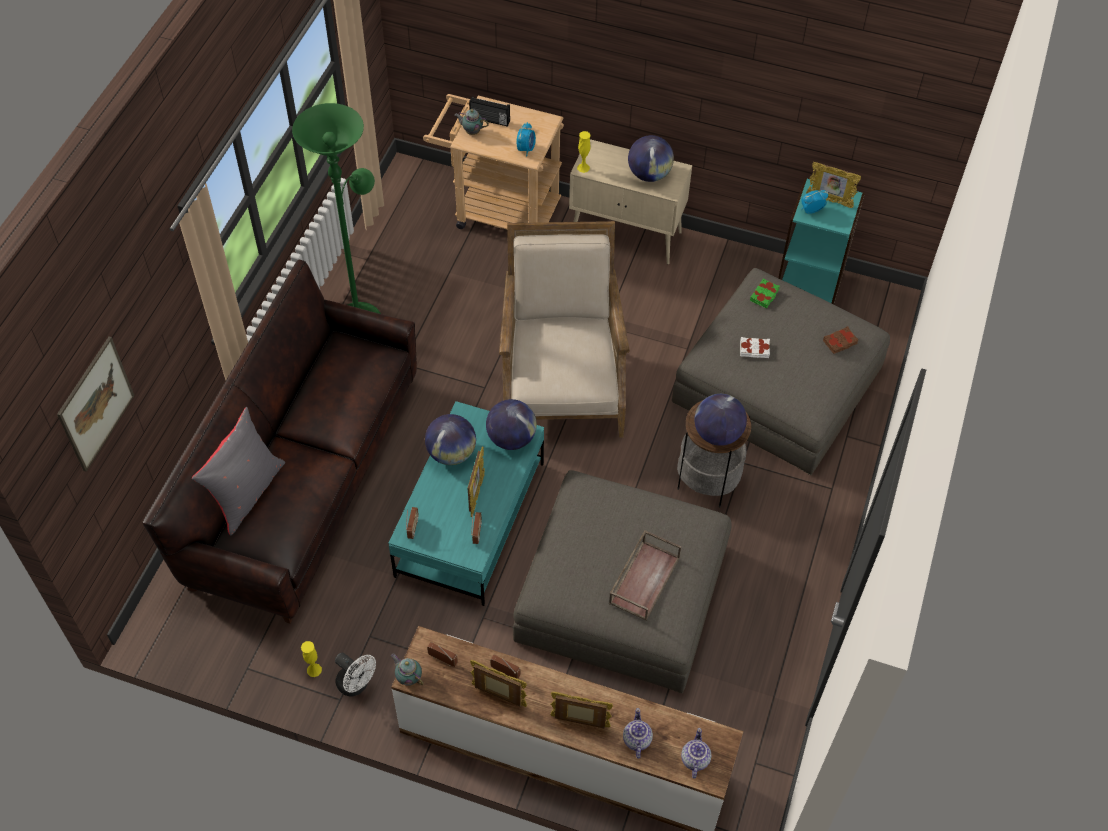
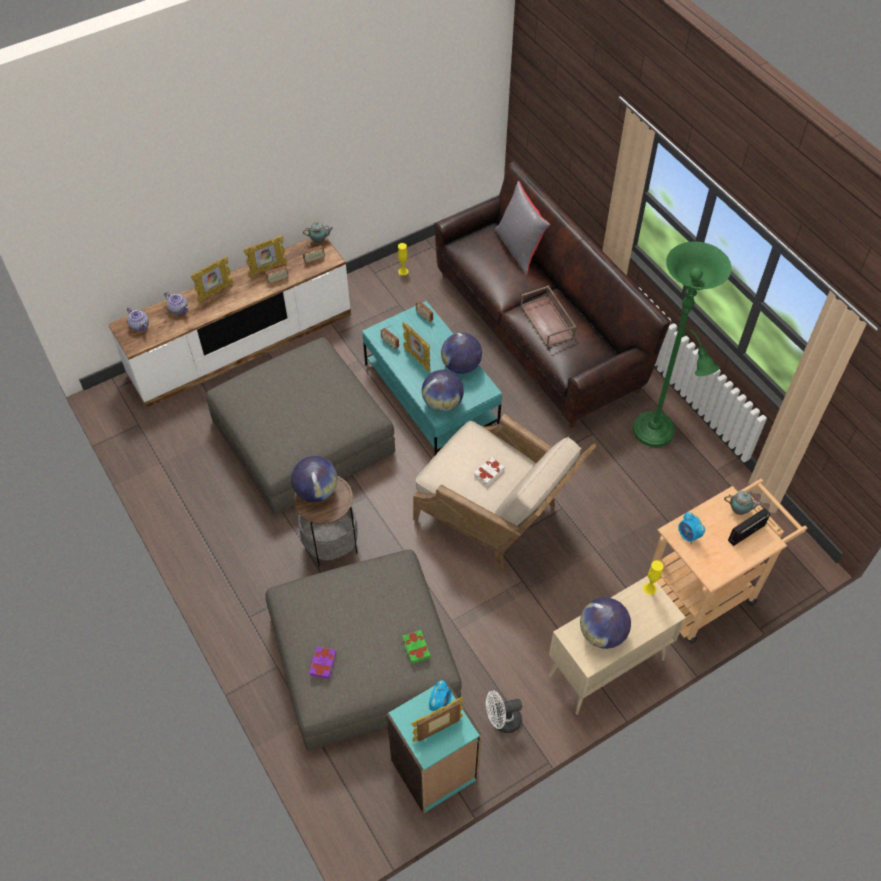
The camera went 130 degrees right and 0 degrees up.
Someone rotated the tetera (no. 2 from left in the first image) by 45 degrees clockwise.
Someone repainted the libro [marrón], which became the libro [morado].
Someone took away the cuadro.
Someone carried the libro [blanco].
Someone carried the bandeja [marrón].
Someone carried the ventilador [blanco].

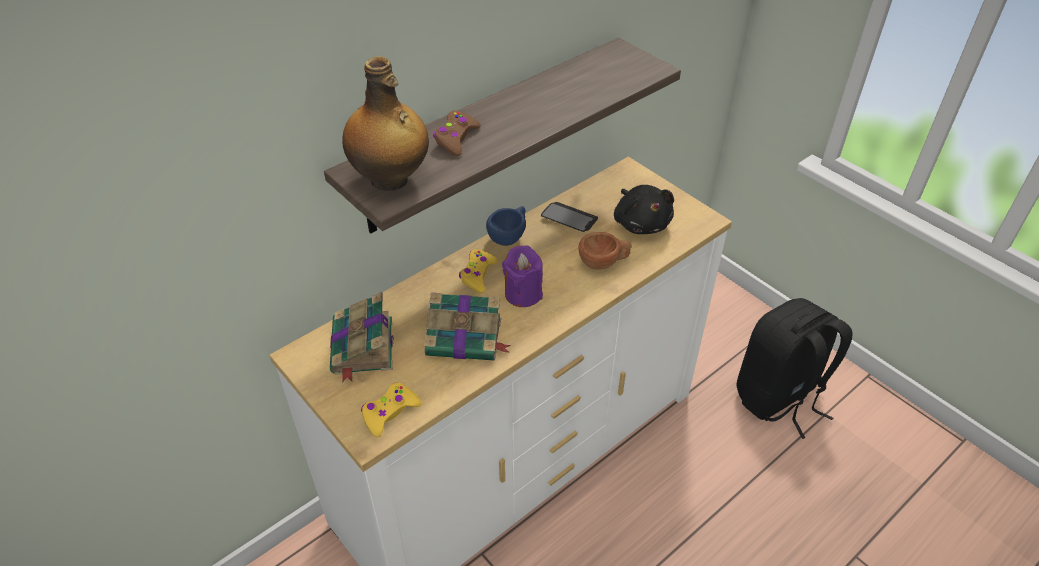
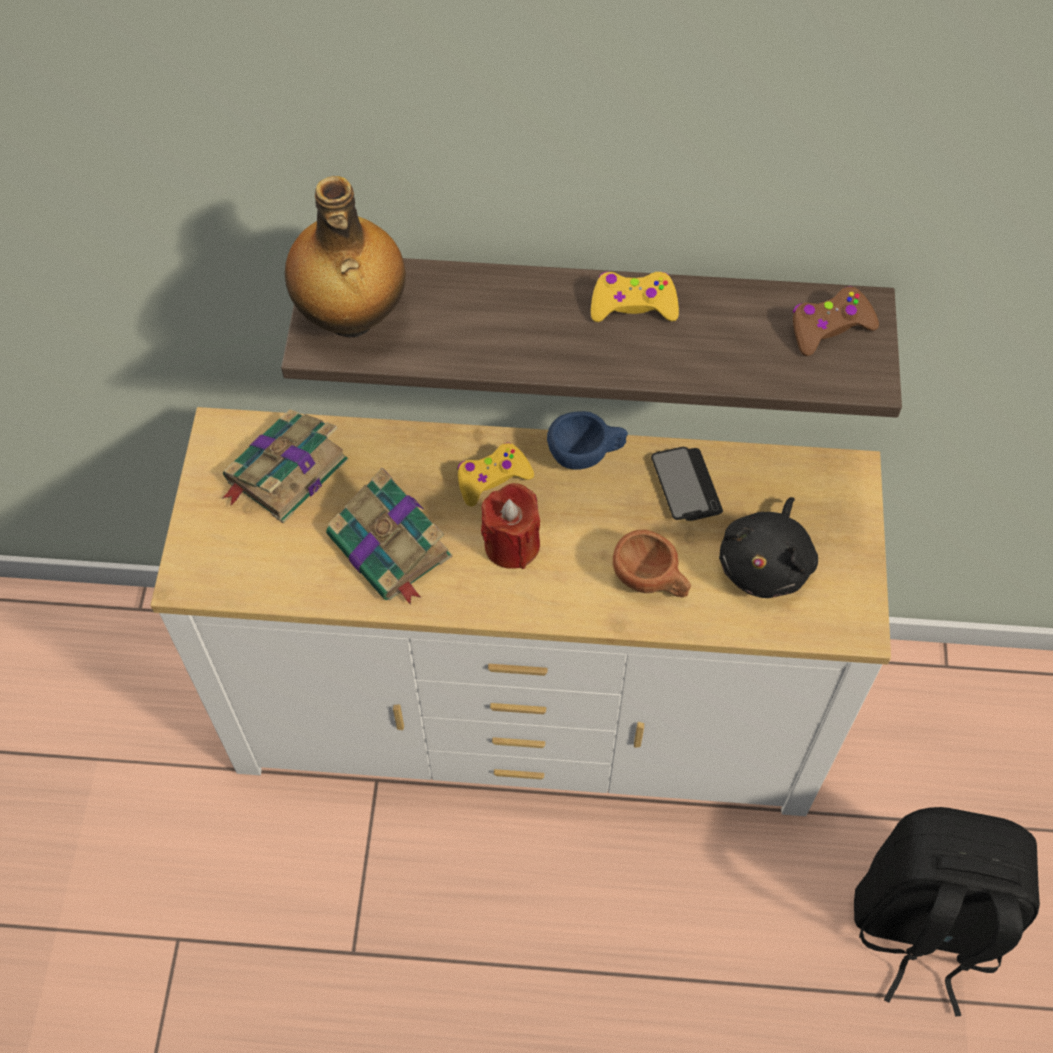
The camera went 45 degrees right and 15 degrees up.
Someone carried the mando de consola [marrón].
Someone repainted the vela [morado], which became the vela [rojo].
Someone carried the mando de consola [amarillo] (no. 1 from left in the first image).

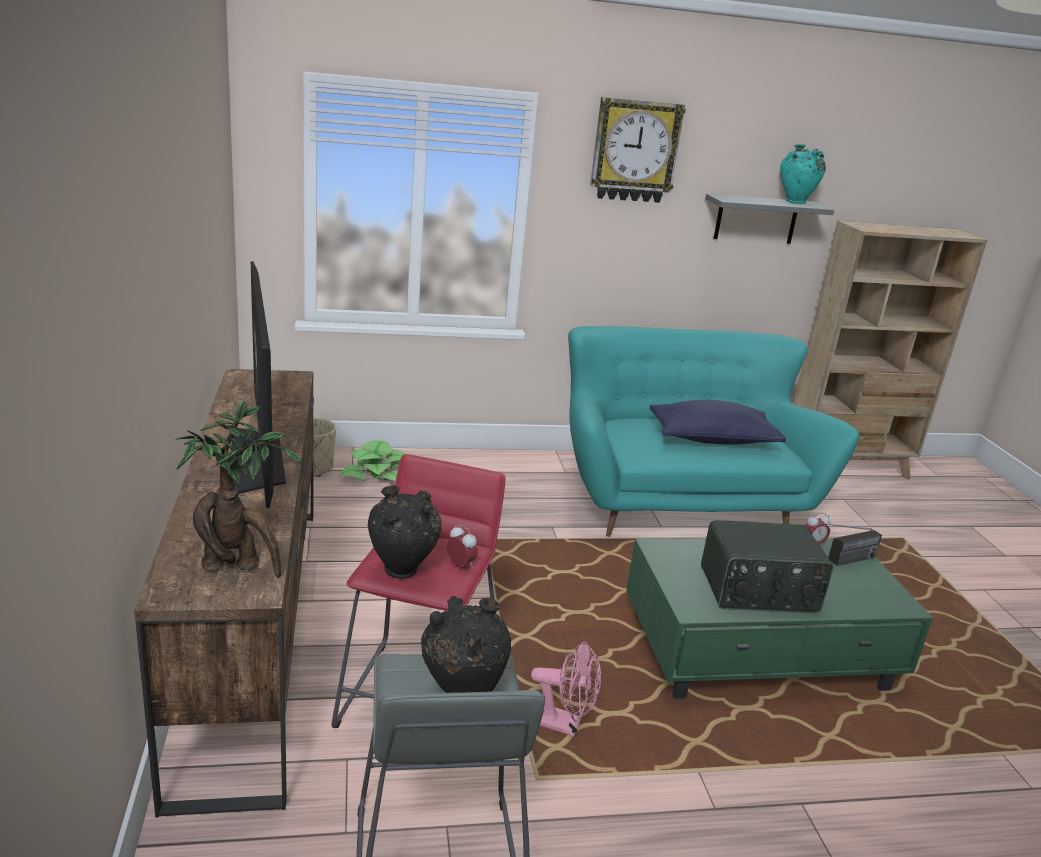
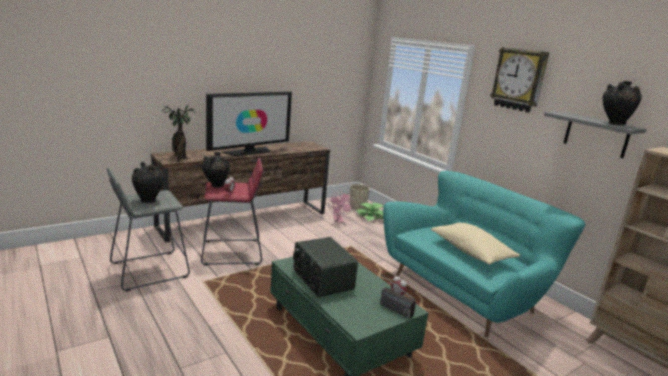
The camera went 65 degrees right and 5 degrees down.
Someone repainted the florero [turquesa], which became the florero [negro] (no. 3 from left).
Someone repainted the cojín [azul], which became the cojín [beis].
Someone carried the ventilador [rosa].

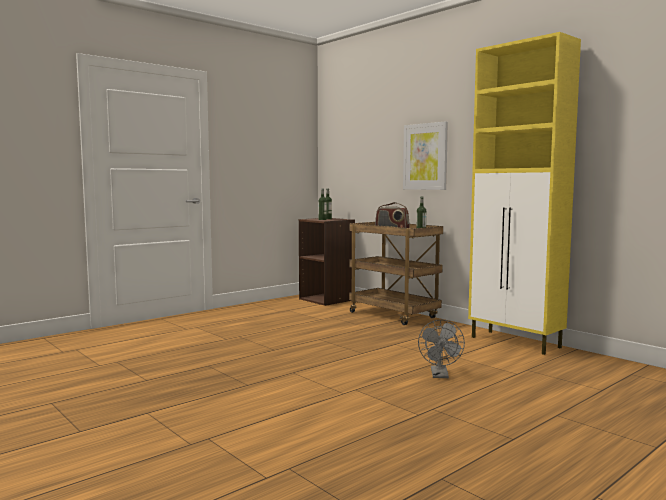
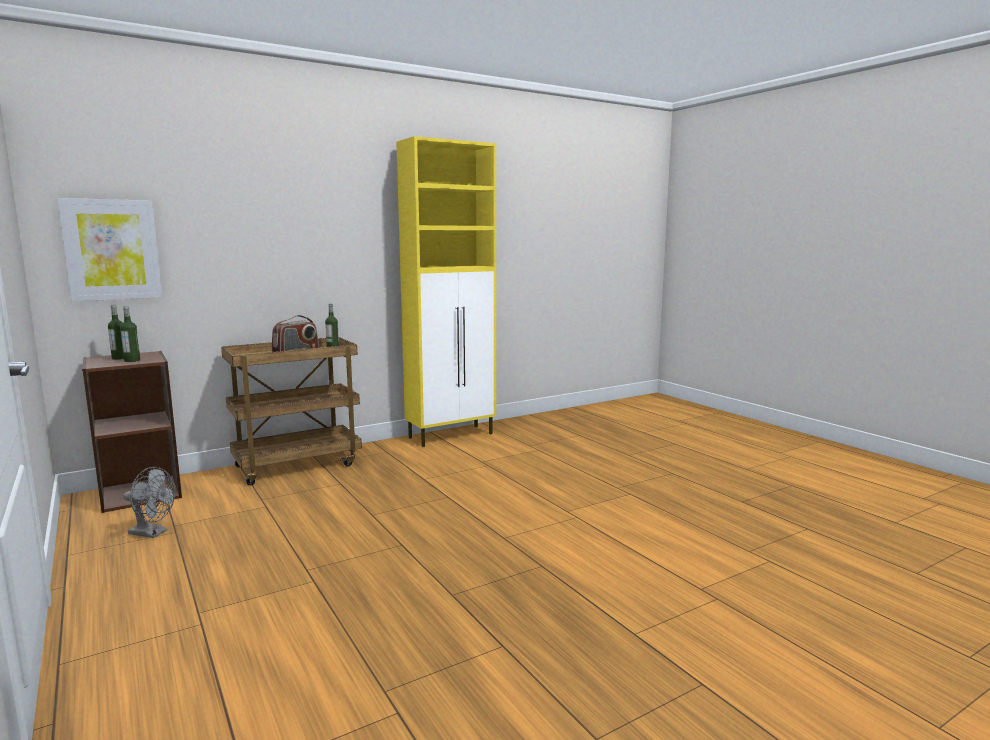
The camera went 80 degrees left and 5 degrees up.
Someone carried the cuadro.
Someone carried the ventilador [gris].

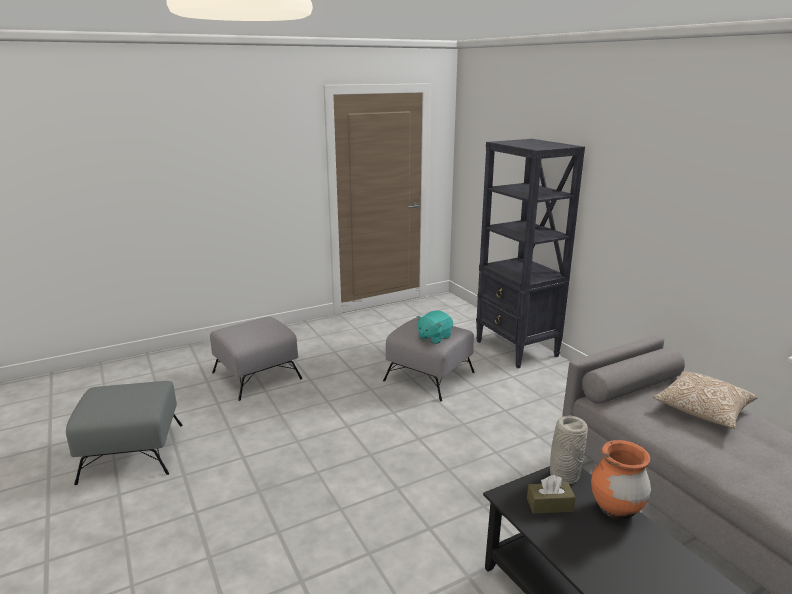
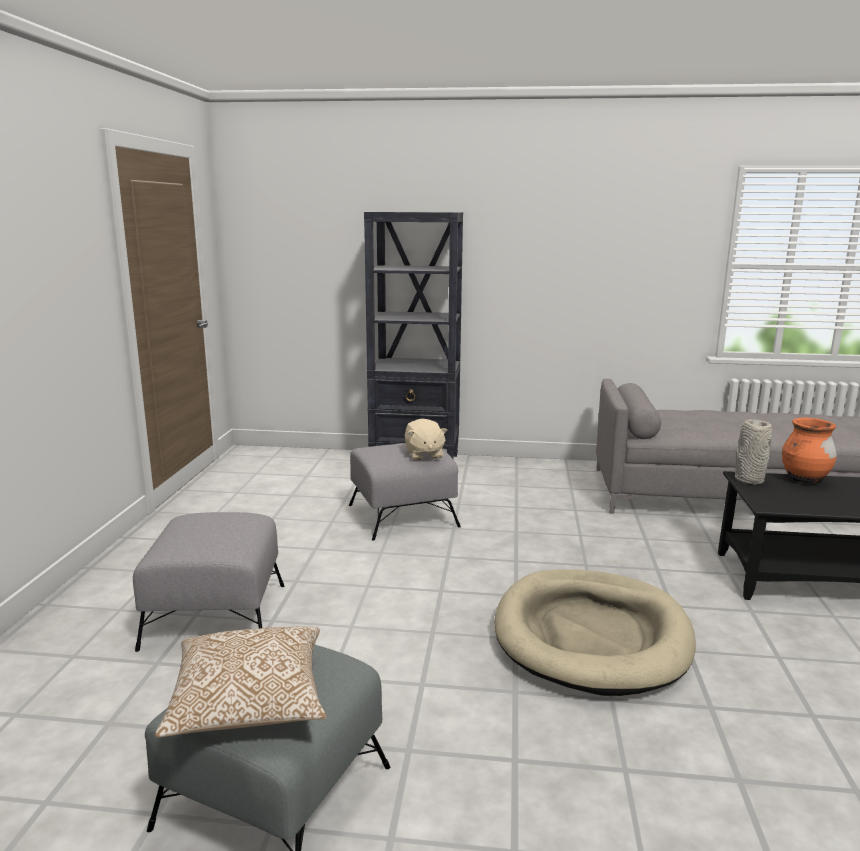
The camera went 55 degrees left and 5 degrees down.
Someone repainted the peluche [turquesa], which became the peluche [beis].
Someone carried the cojín.
Someone took away the caja de pañuelos [marrón].
Someone put down the cama para perro [beis].

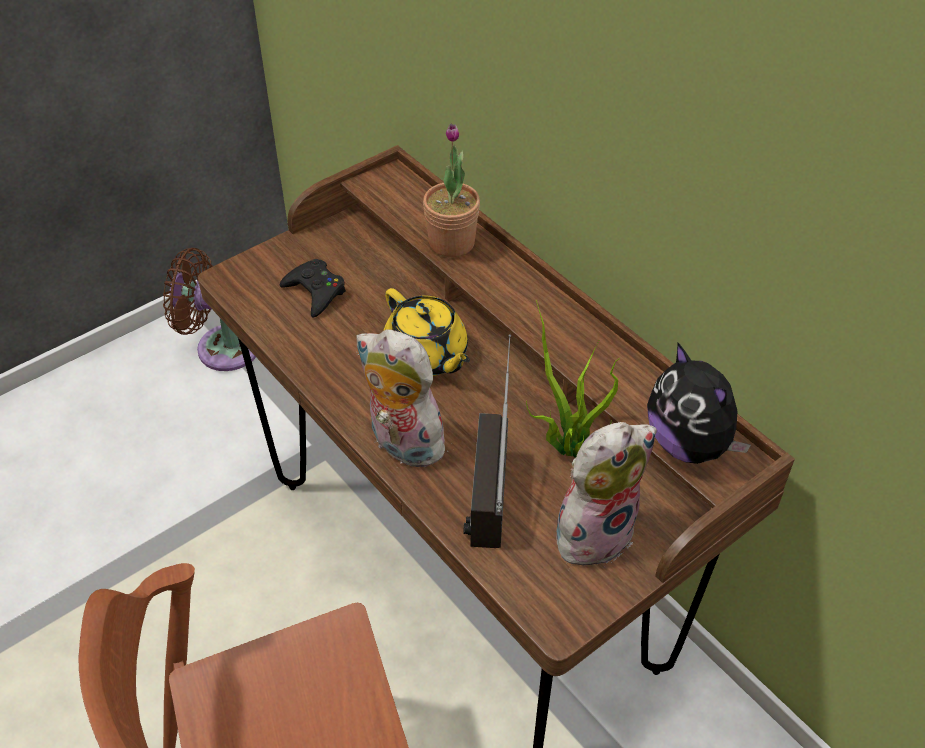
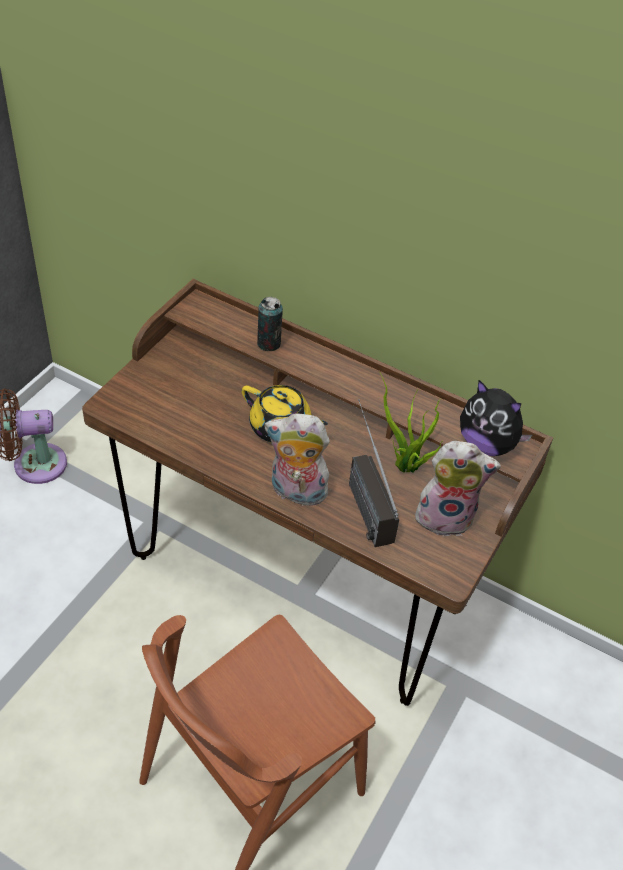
The camera went 25 degrees left and 0 degrees up.
Someone swapped the planta en maceta (no. 1 from left) for the lata.
Someone took away the mando de consola [negro].
Someone rotated the peluche (no. 2 from left) by 60 degrees clockwise.

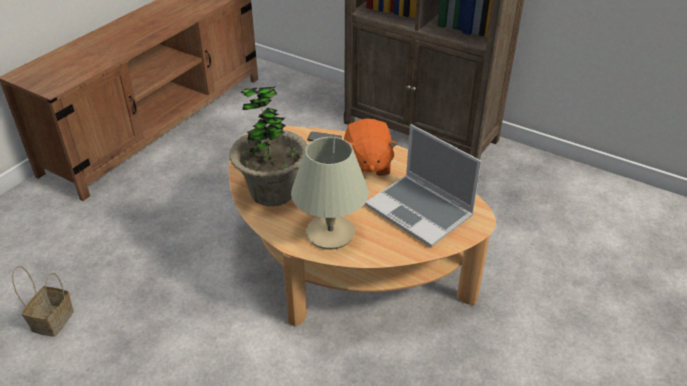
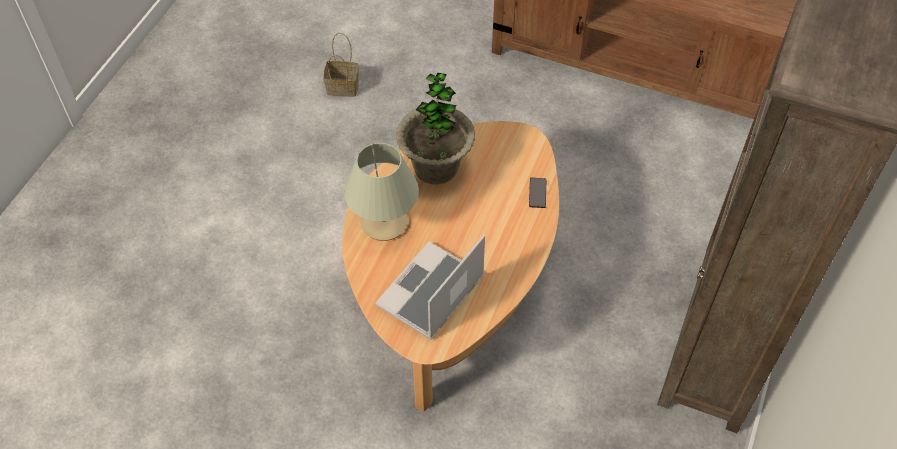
The camera went 80 degrees right and 15 degrees up.
Someone took away the peluche [naranja].

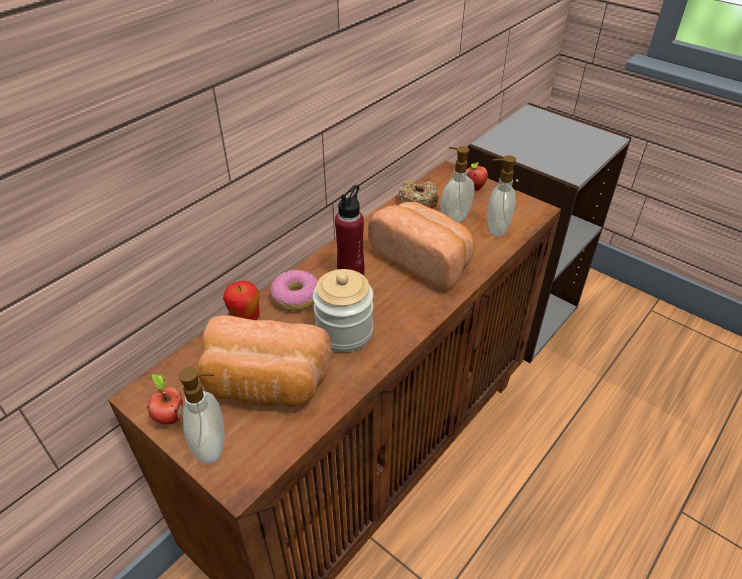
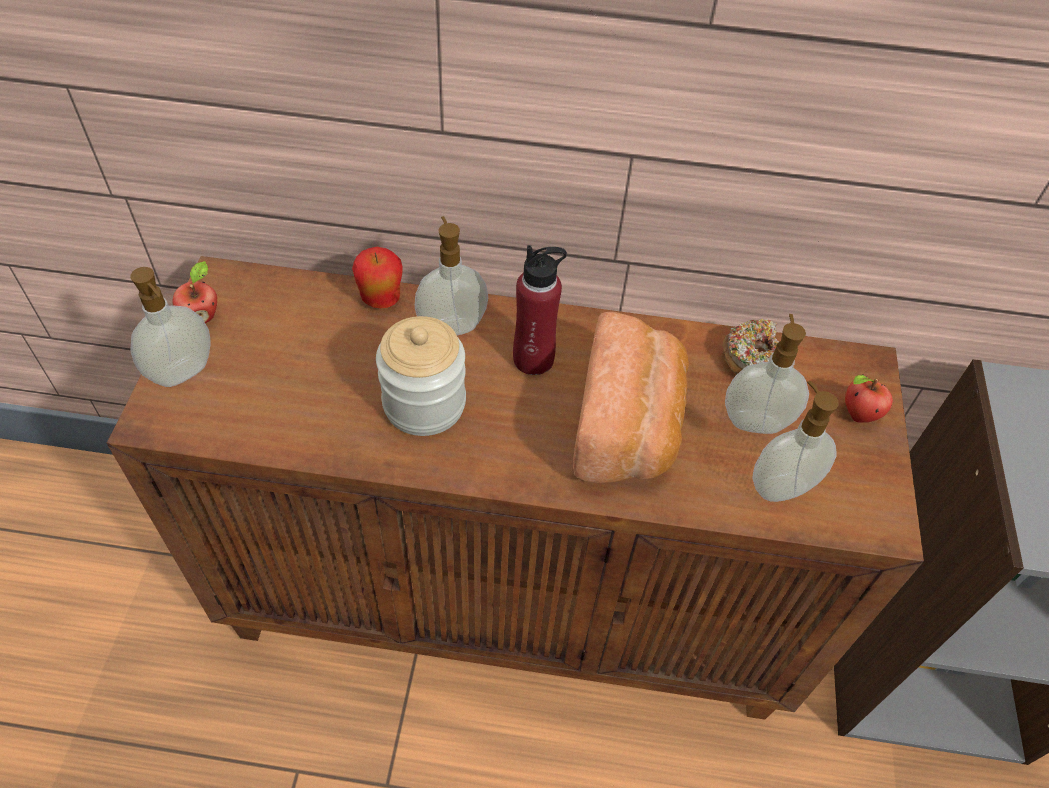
The camera went 55 degrees right and 10 degrees up.
Someone swapped the rosquilla (no. 1 from left) for the dispensador de jabón (no. 2 from left).
Someone took away the pan (no. 1 from left).

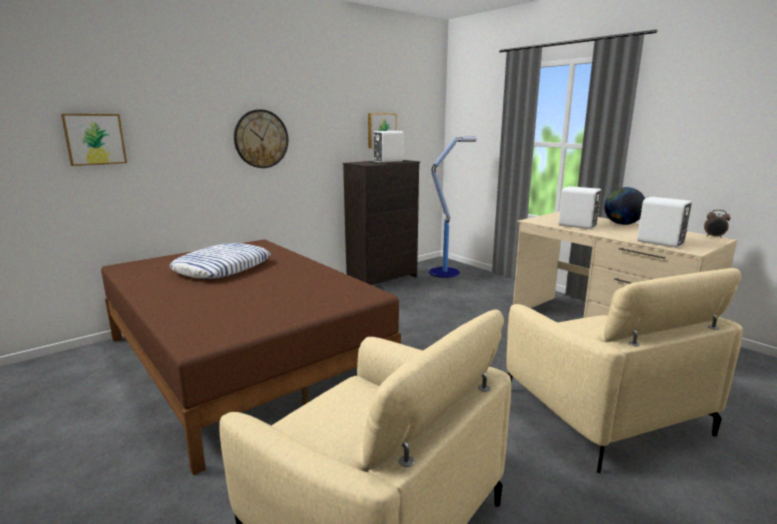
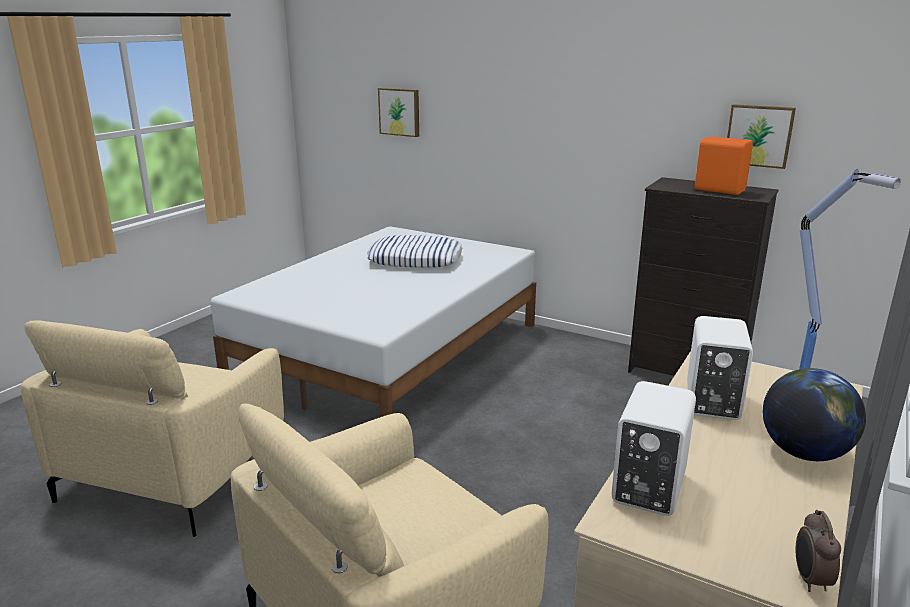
The camera went 70 degrees right and 5 degrees up.
Someone took away the reloj de pared.
Someone repainted the altavoz [blanco] (no. 1 from left), which became the altavoz [naranja].
Someone repainted the cama [marrón], which became the cama [blanco].

